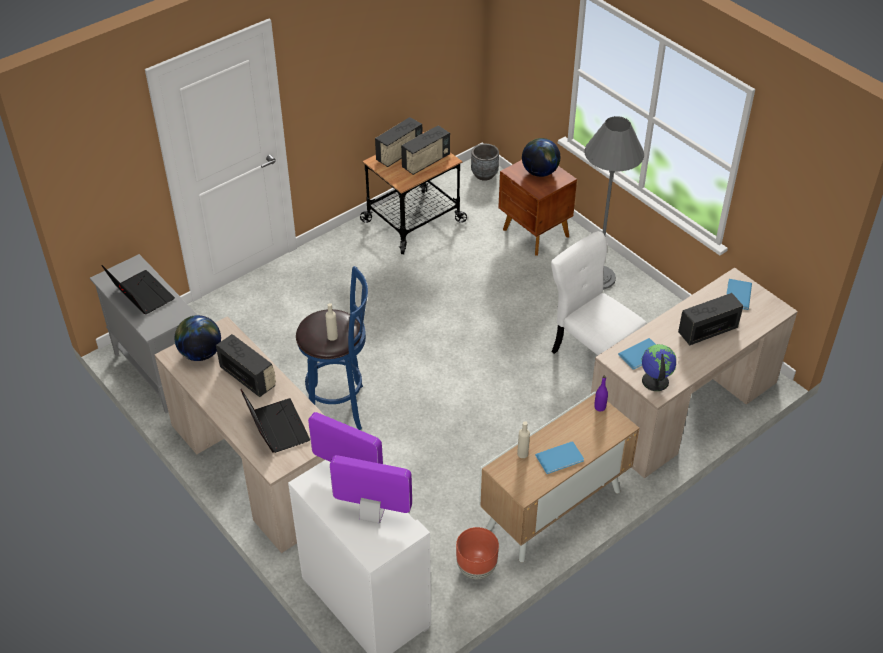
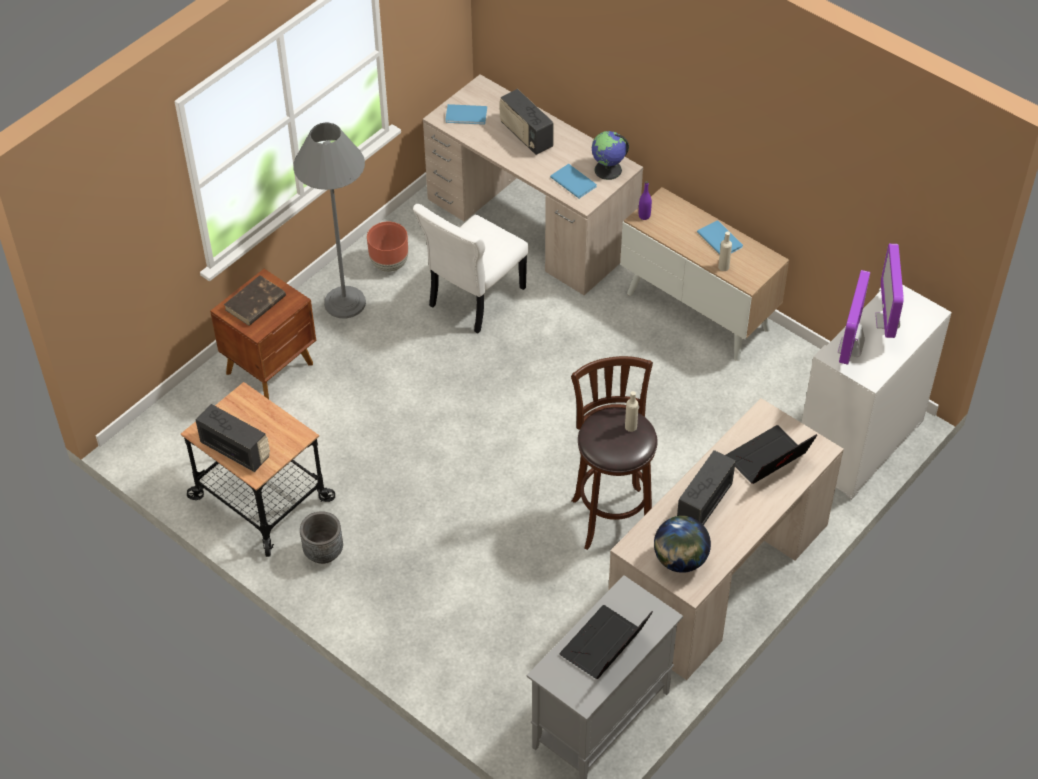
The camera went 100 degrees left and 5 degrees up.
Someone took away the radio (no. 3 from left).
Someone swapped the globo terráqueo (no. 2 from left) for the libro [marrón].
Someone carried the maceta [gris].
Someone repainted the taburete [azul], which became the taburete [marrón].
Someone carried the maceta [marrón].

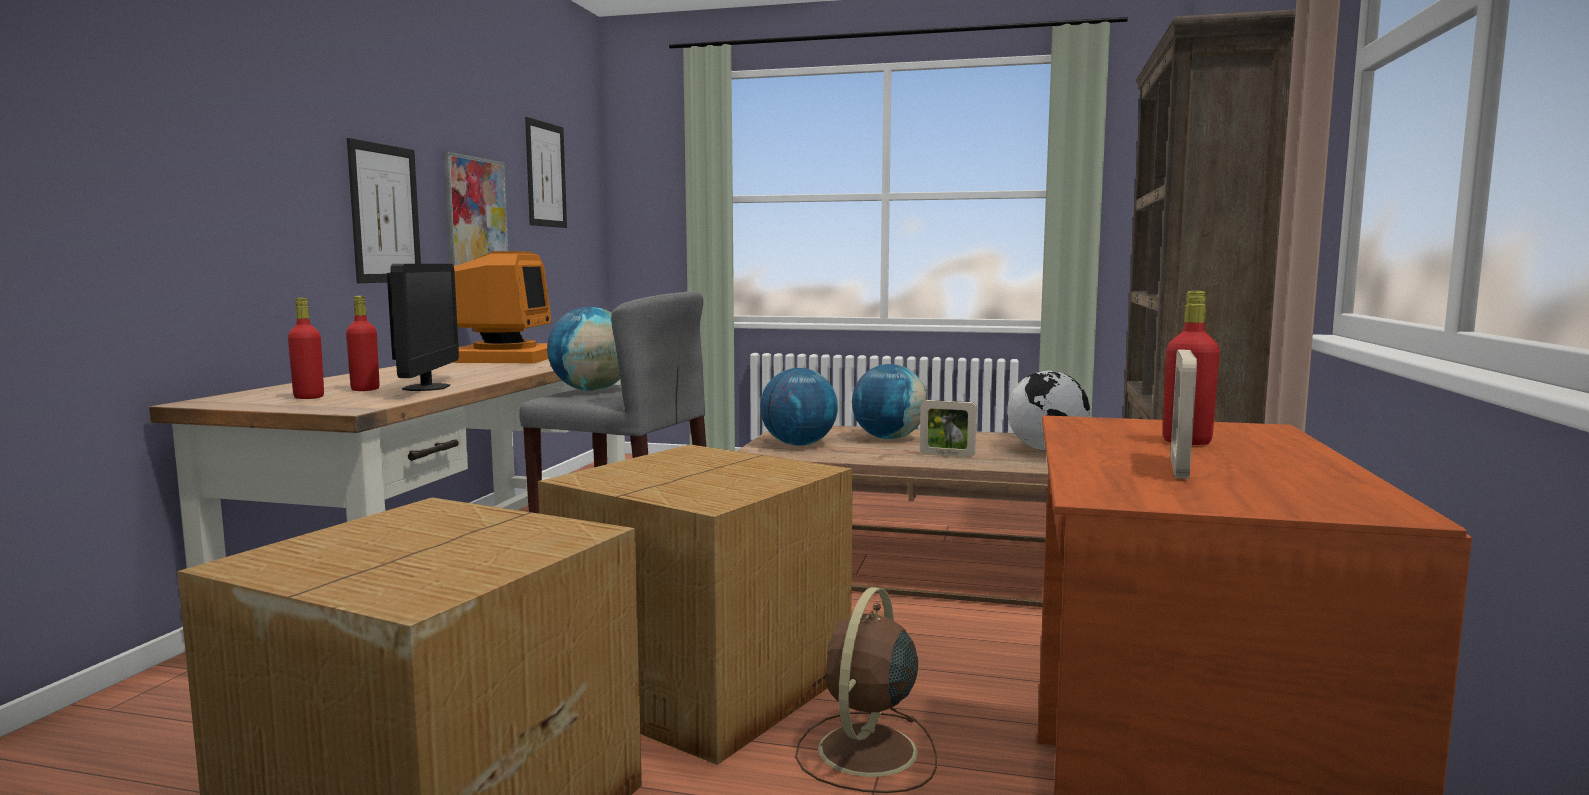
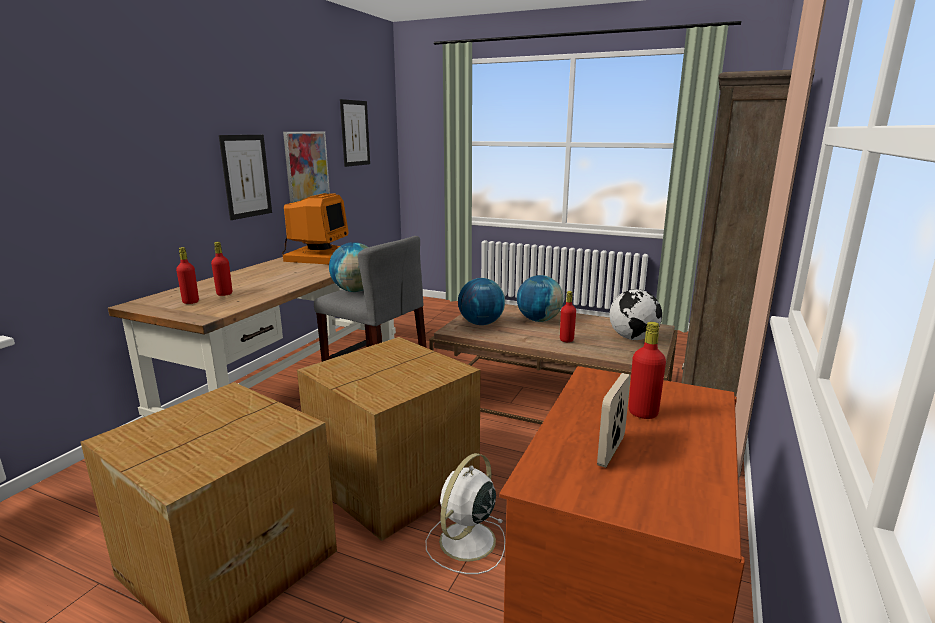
The camera went 10 degrees right and 10 degrees up.
Someone took away the monitor (no. 1 from left).
Someone swapped the portarretratos (no. 1 from left) for the botella [rojo] (no. 3 from left).
Someone repainted the ventilador [marrón], which became the ventilador [blanco].

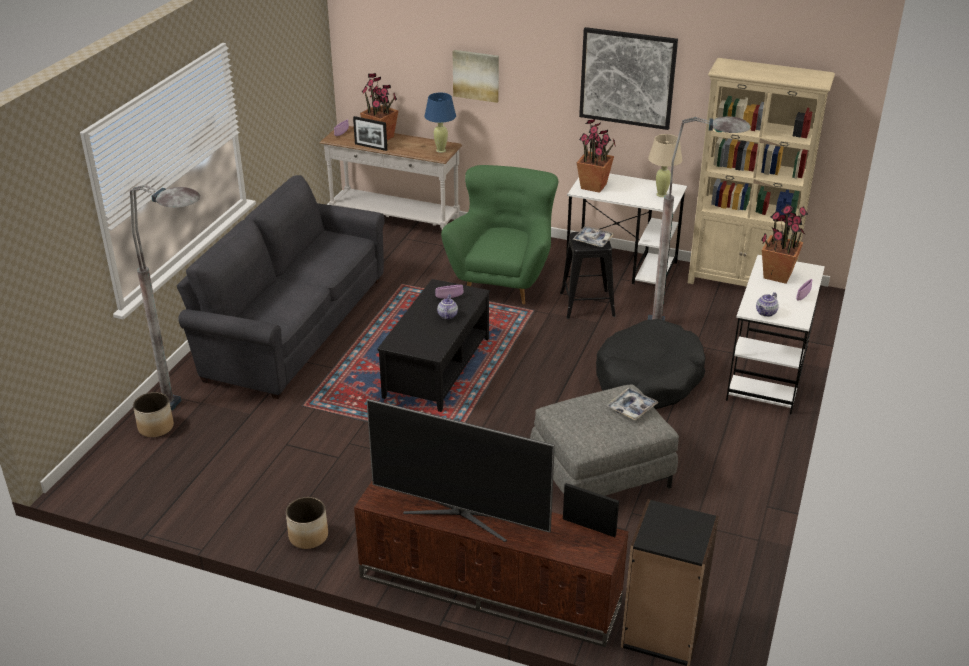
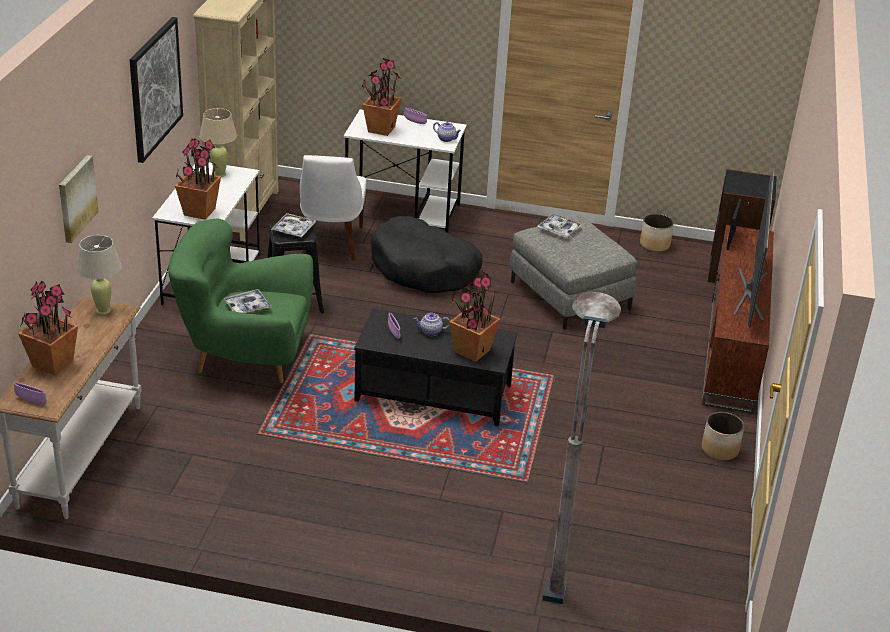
The camera went 100 degrees left and 0 degrees up.
Someone repainted the lámpara de mesa [azul], which became the lámpara de mesa [beis] (no. 1 from left).
Someone took away the portarretratos (no. 1 from left).
Someone swapped the lámpara de pie [gris] (no. 2 from left) for the silla [blanco].
Someone took away the sofá [gris].
Someone carried the maceta (no. 1 from left).
Someone put down the planta en maceta (no. 4 from left).
Someone put down the bandeja (no. 1 from left).

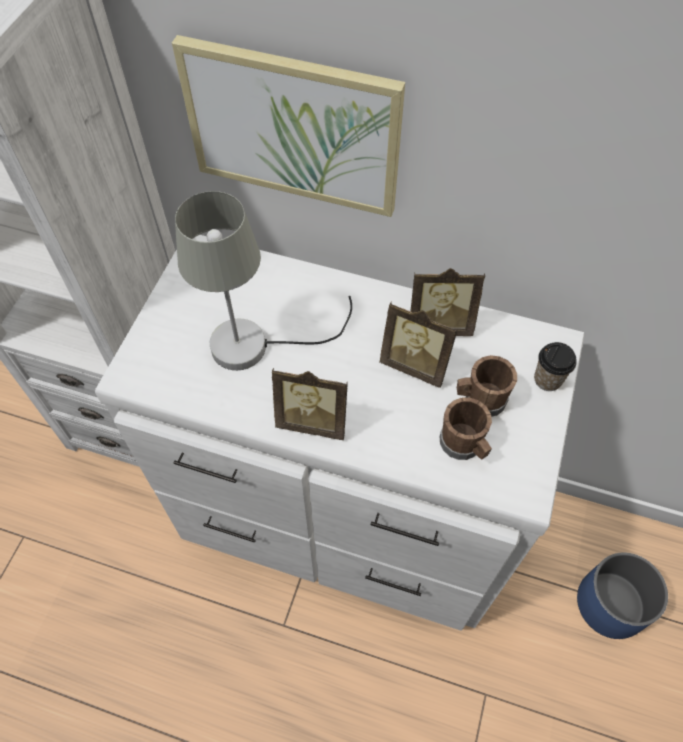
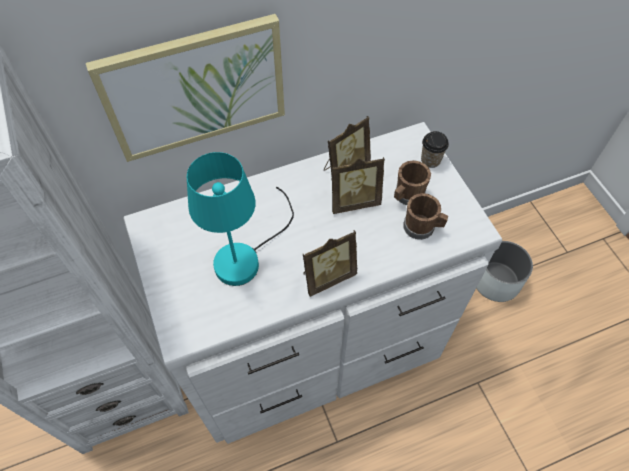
The camera went 40 degrees left and 0 degrees up.
Someone repainted the lámpara de mesa [gris], which became the lámpara de mesa [turquesa].
Someone repainted the maceta [azul], which became the maceta [blanco].

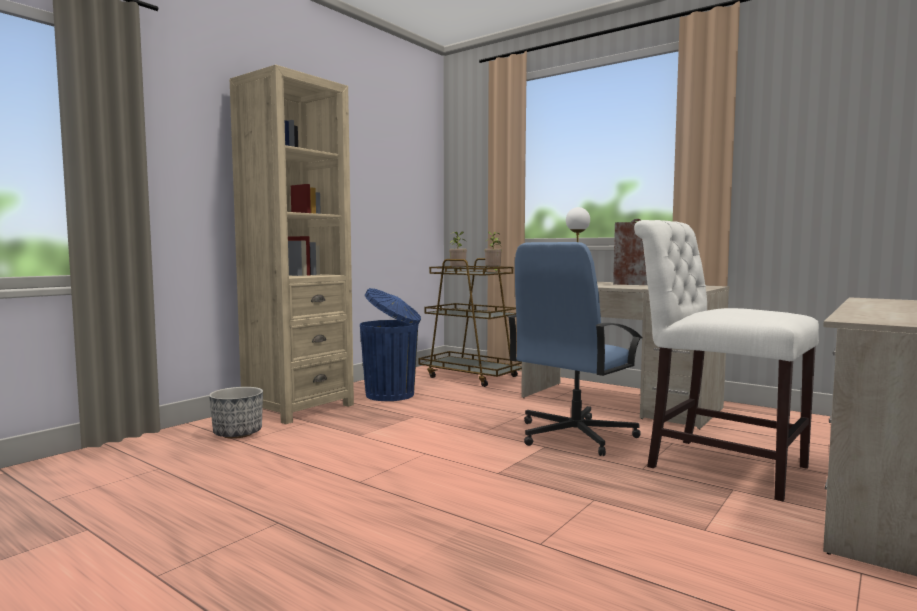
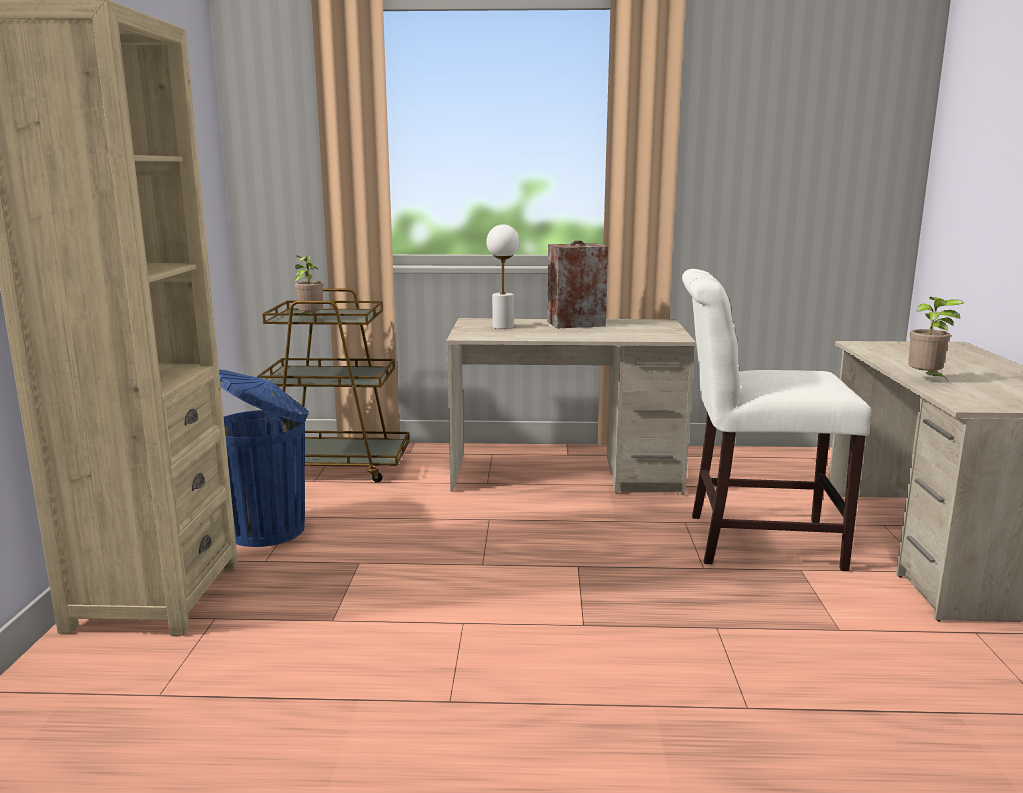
The camera went 35 degrees left and 10 degrees up.
Someone carried the planta en maceta (no. 2 from left).
Someone took away the silla de oficina [azul].
Someone took away the maceta.

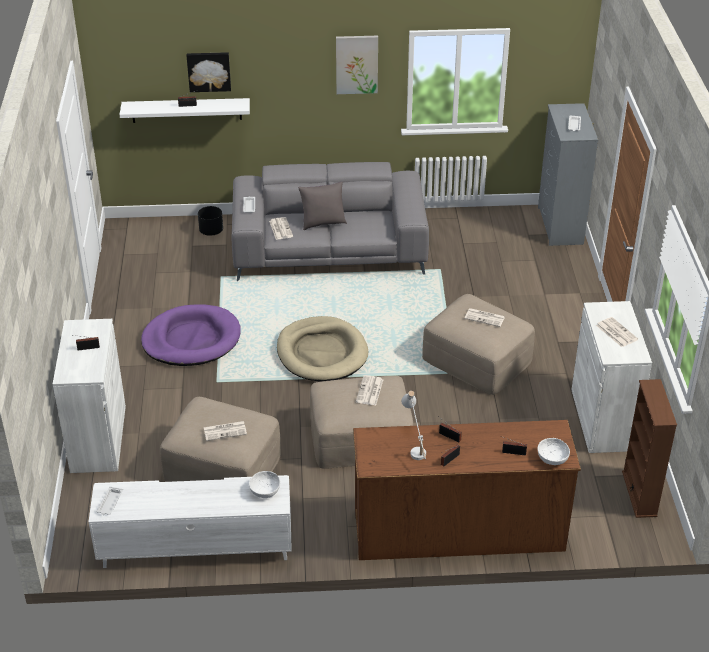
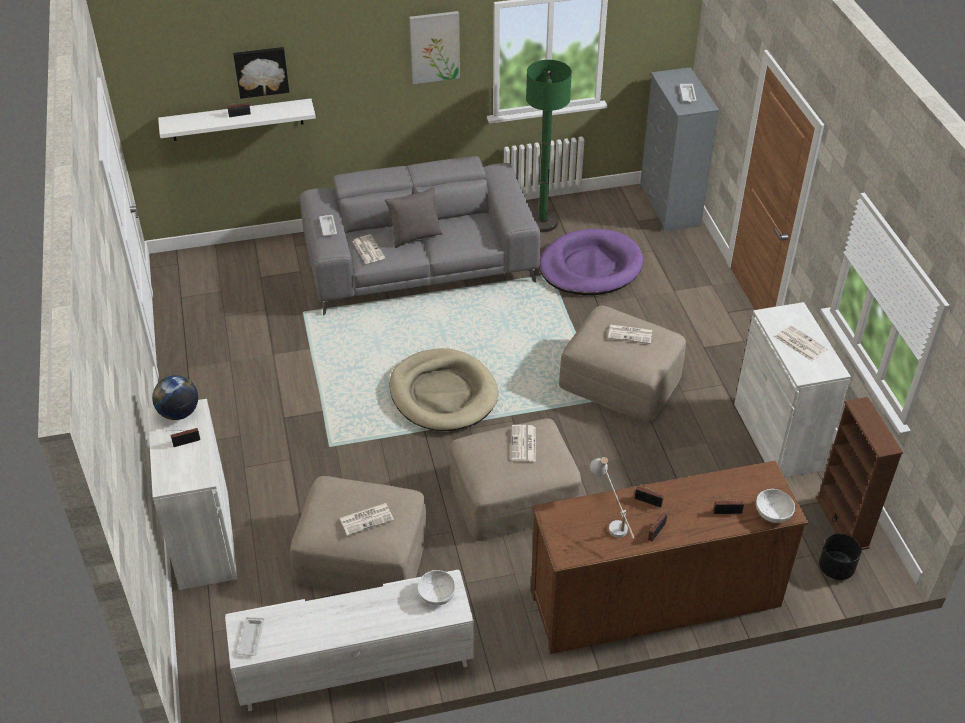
The camera went 10 degrees left and 5 degrees up.
Someone carried the maceta [negro].
Someone carried the cama para perro [morado].
Someone put down the lámpara de pie [verde].
Someone put down the globo terráqueo.

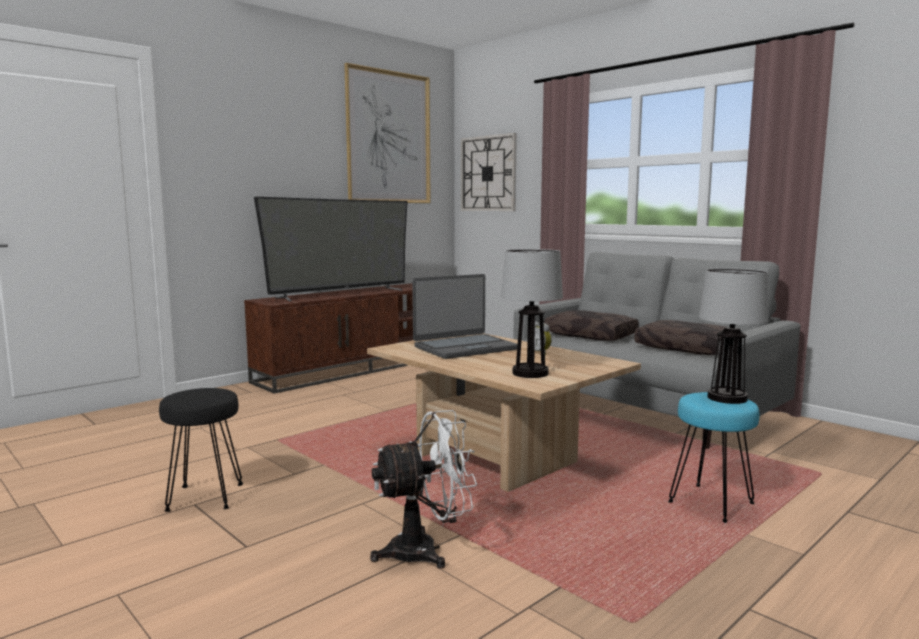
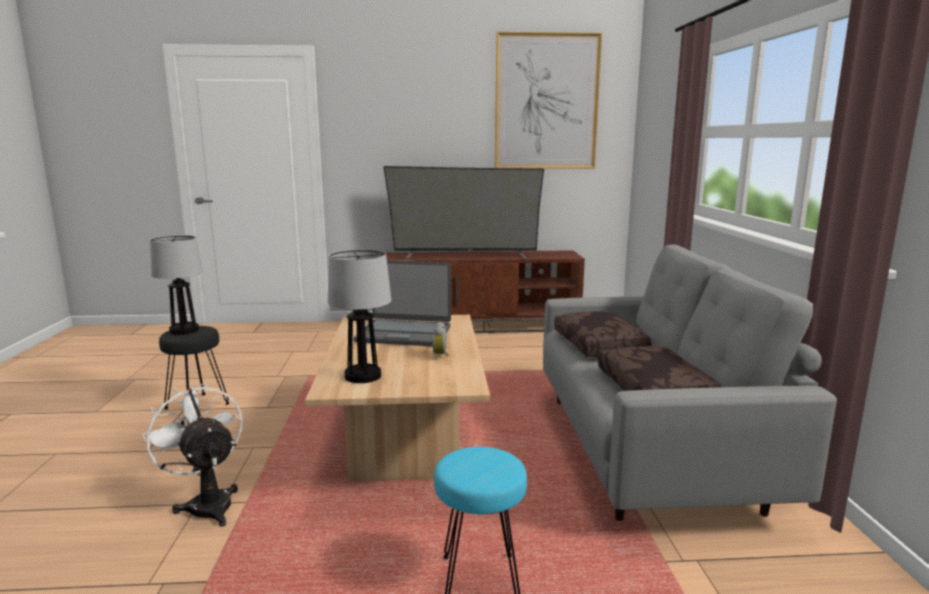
The camera went 40 degrees right and 5 degrees up.
Someone took away the reloj de pared.
Someone carried the lámpara de mesa (no. 2 from left in the first image).
Someone rotated the ventilador [blanco] by 150 degrees counterclockwise.

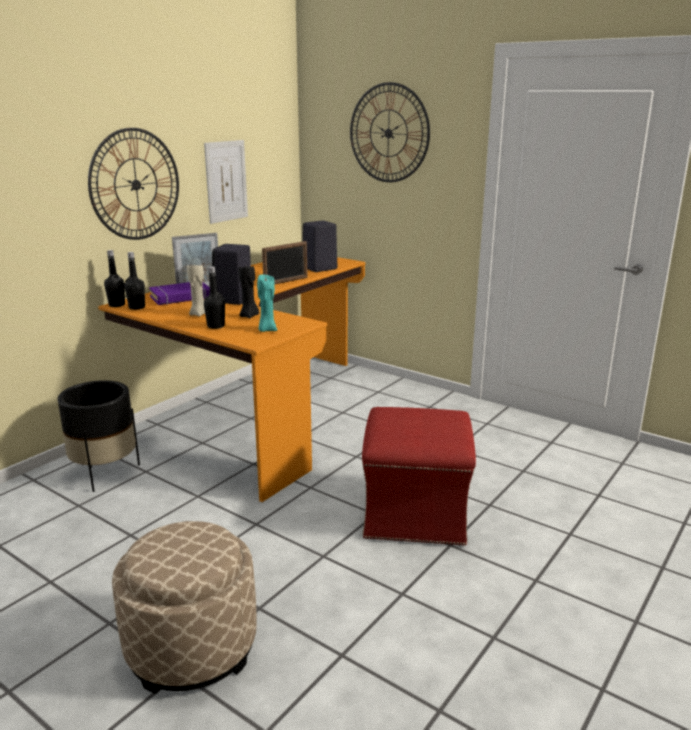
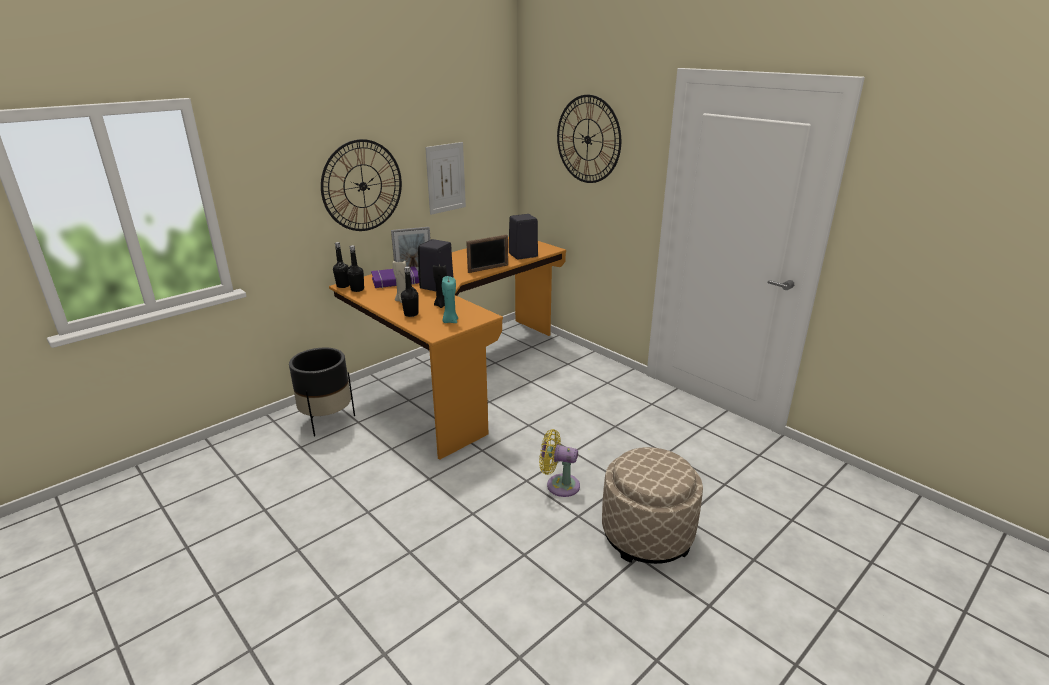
The camera went 10 degrees right and 5 degrees up.
Someone swapped the puf [rojo] for the ventilador [amarillo].
Someone carried the puf [beis].

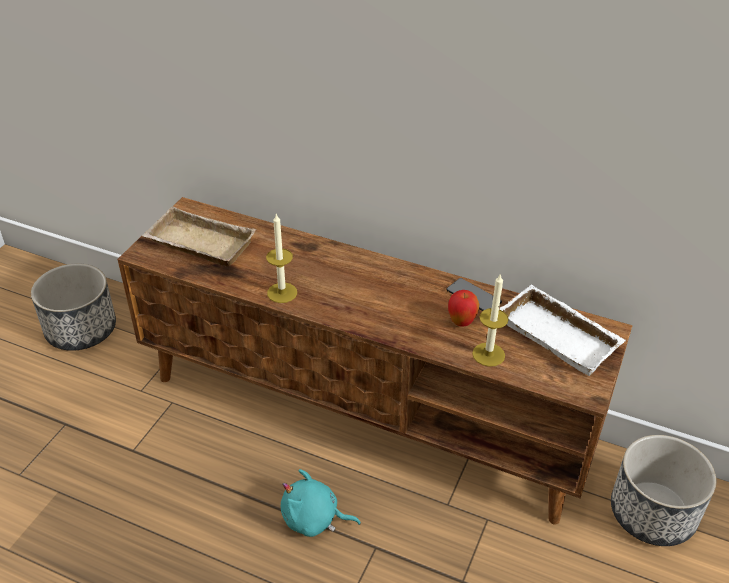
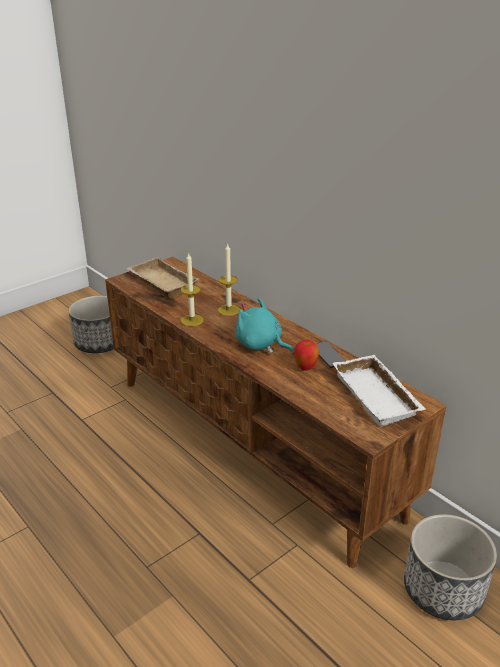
The camera went 25 degrees right and 10 degrees down.
Someone carried the vela (no. 2 from left).
Someone carried the peluche [turquesa].

